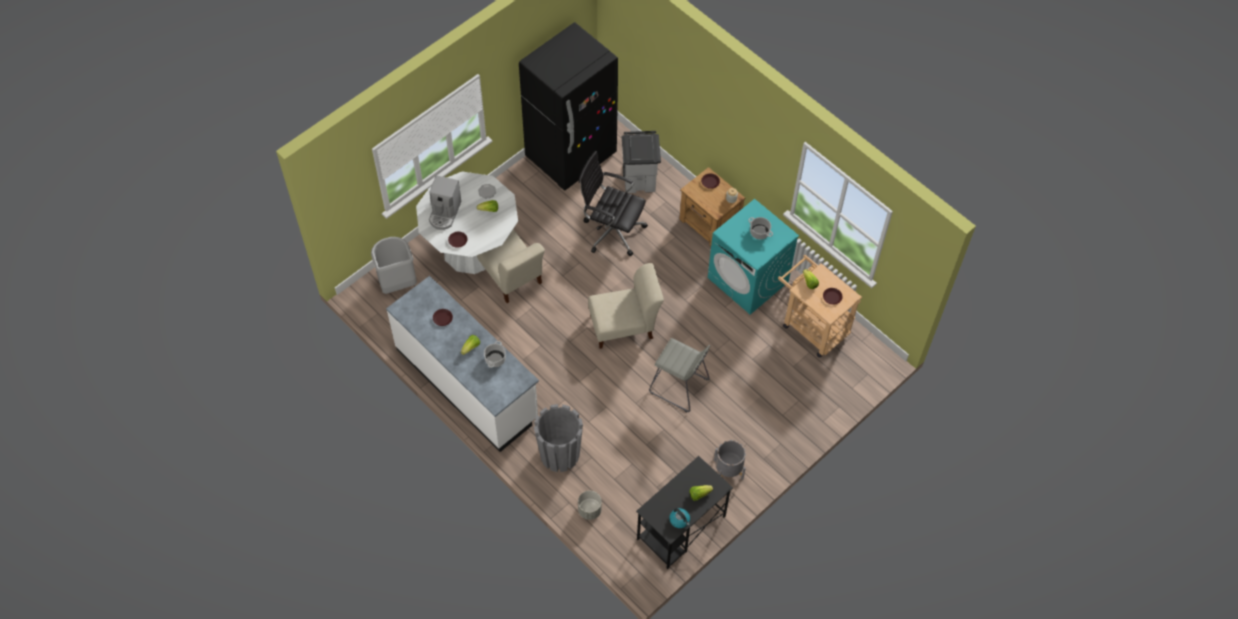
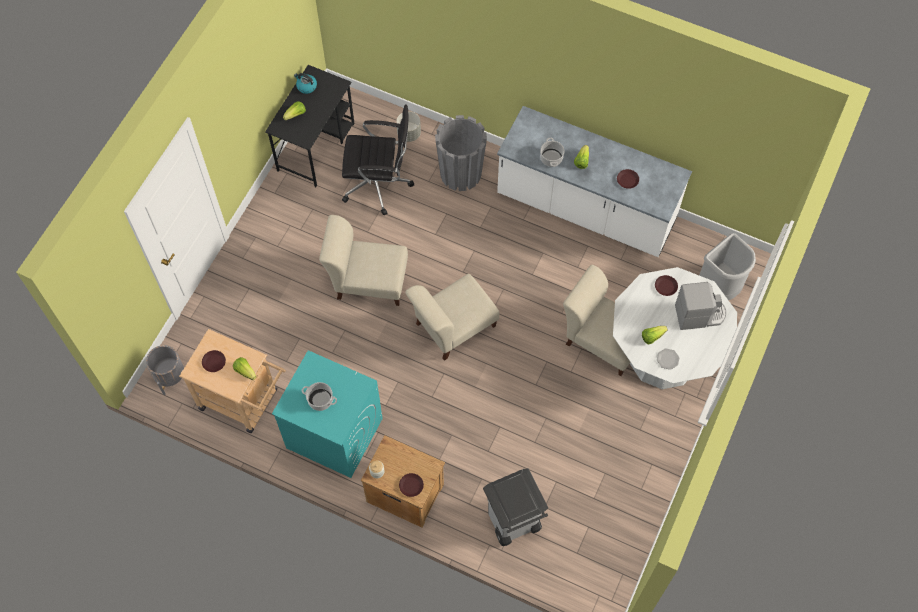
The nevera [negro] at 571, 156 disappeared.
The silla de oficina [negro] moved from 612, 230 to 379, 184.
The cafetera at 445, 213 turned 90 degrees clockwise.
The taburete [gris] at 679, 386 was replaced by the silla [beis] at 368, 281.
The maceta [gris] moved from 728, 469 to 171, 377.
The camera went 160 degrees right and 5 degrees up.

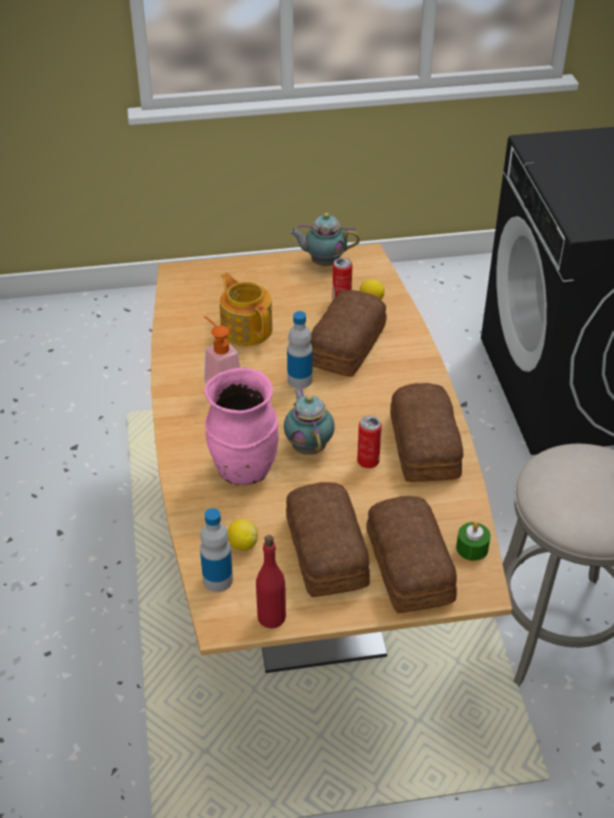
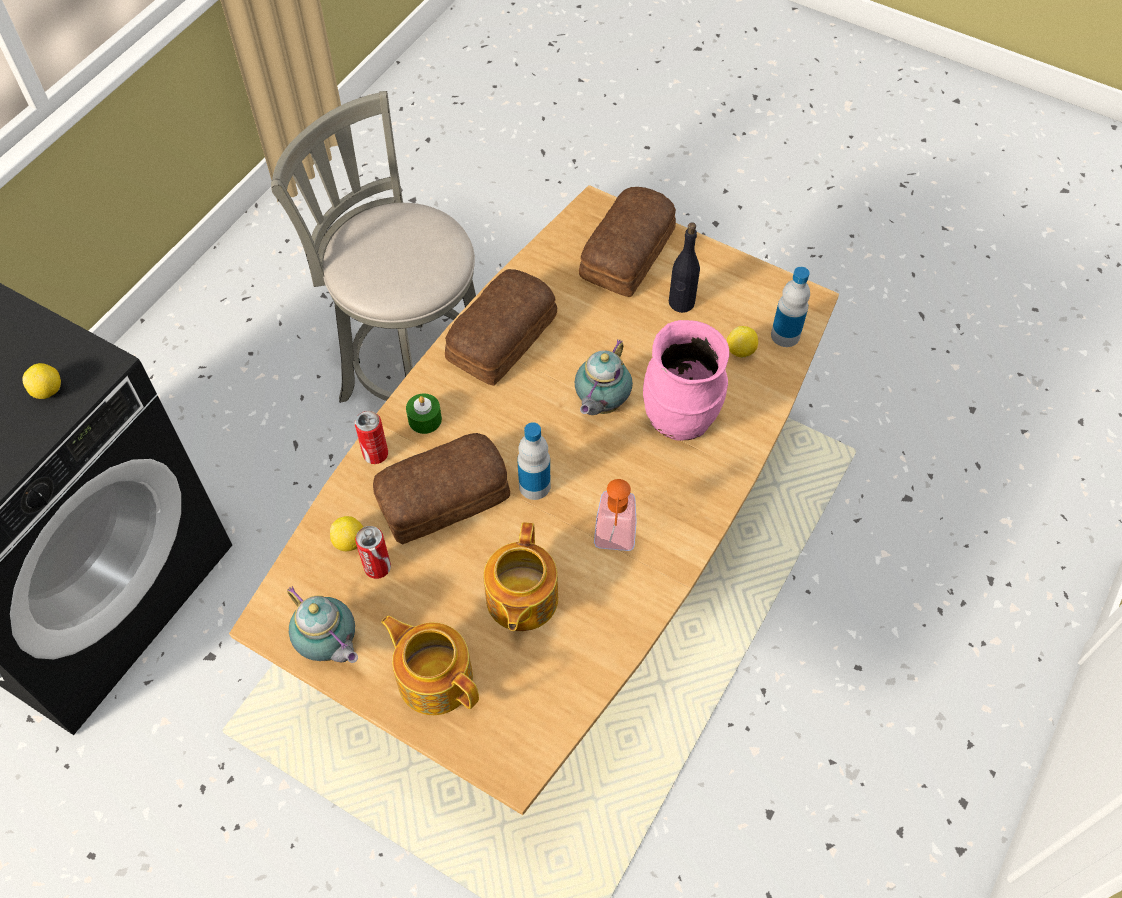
The lata moved from 368, 461 to 375, 454.
The pan at 325, 553 was replaced by the botella [negro] at 681, 303.
The vela [verde] moved from 472, 548 to 425, 419.
The botella [rojo] at 271, 616 disappeared.
The limón at 48, 391 appeared.
The tetera at 434, 677 appeared.
The camera went 140 degrees left and 15 degrees up.

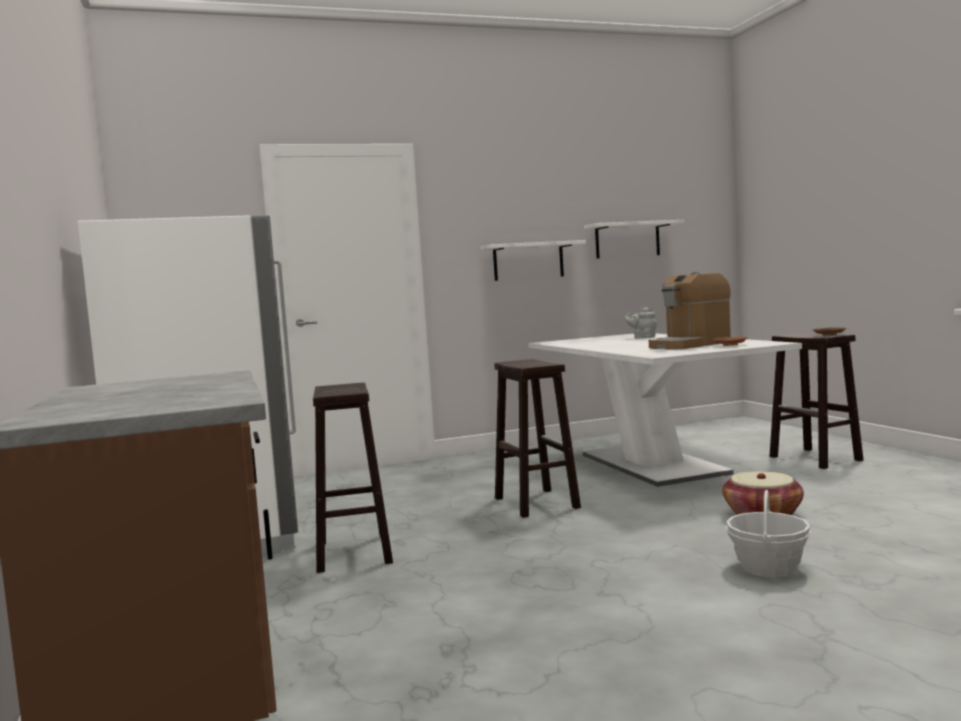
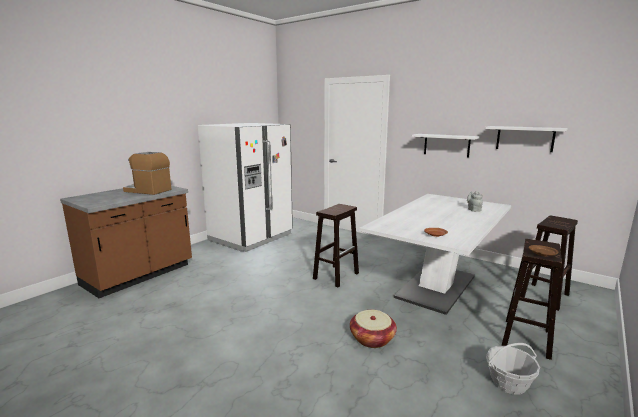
The cafetera moved from 689, 345 to 147, 190.
The taburete [marrón] moved from 354, 553 to 544, 296.
The cesta moved from 768, 567 to 508, 383.
The camera went 55 degrees right and 10 degrees up.

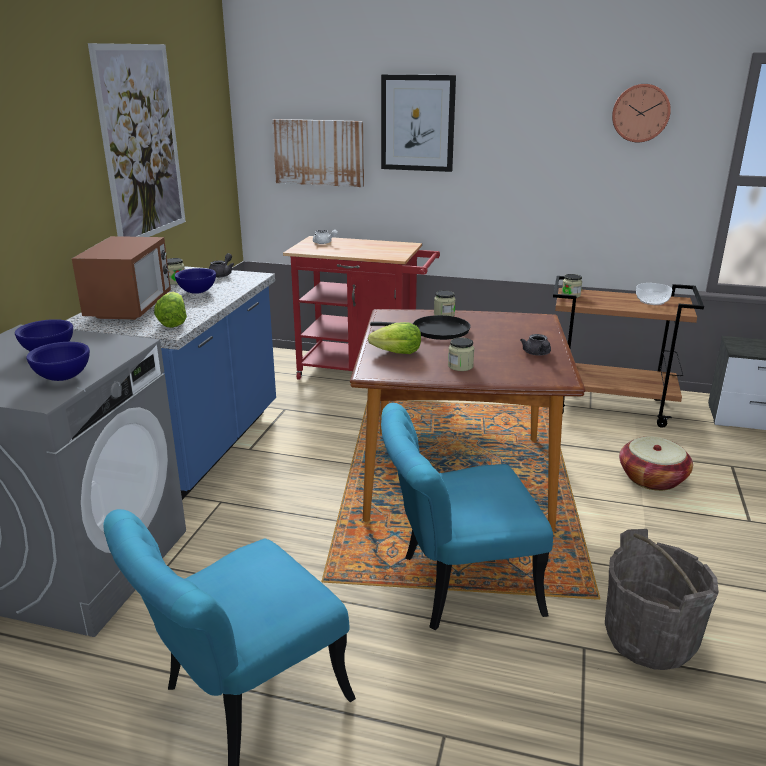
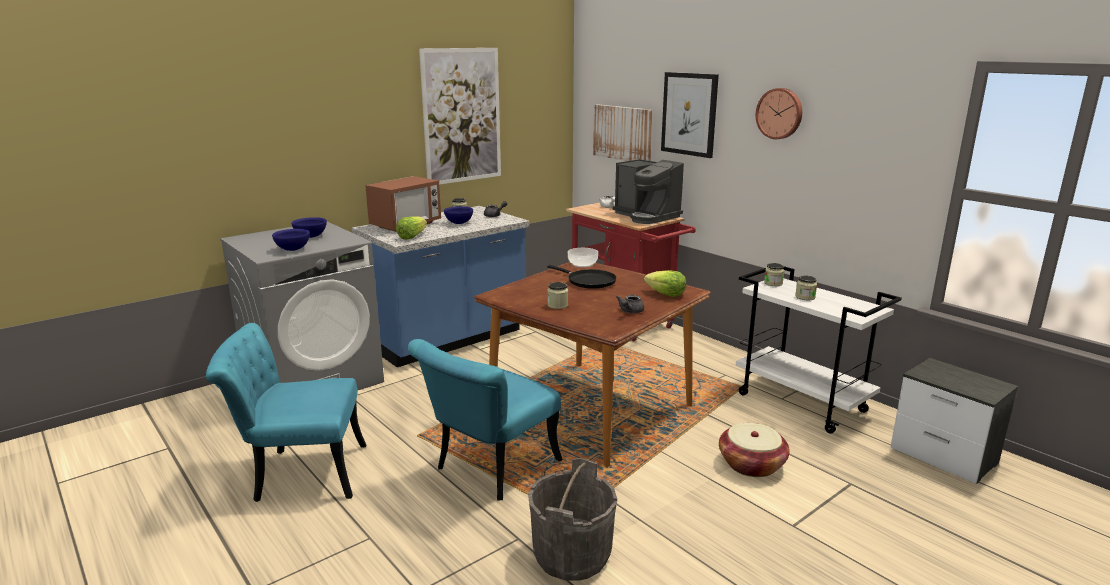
The reloj de pared moved from 640, 113 to 780, 113.
The carrito [marrón] at 609, 406 became the carrito [blanco] at 803, 403.
The cuenco moved from 652, 301 to 582, 264.
The tarro moved from 444, 314 to 805, 297.
The lechuga moved from 397, 352 to 666, 294.
The silla [turquesa] at 455, 586 turned 75 degrees counterclockwise.
The cafetera at 646, 216 appeared.
The camera went 35 degrees right and 5 degrees down.

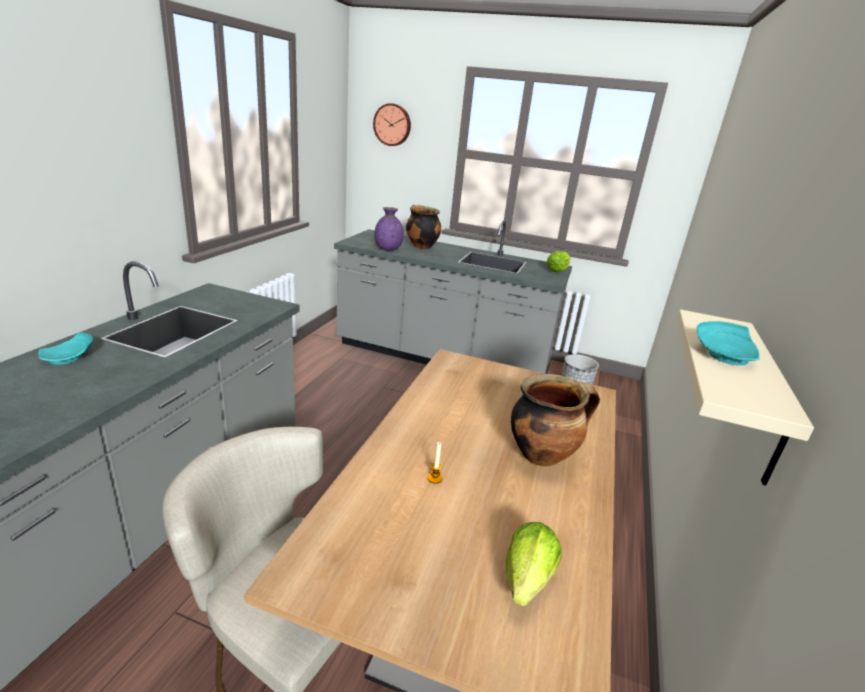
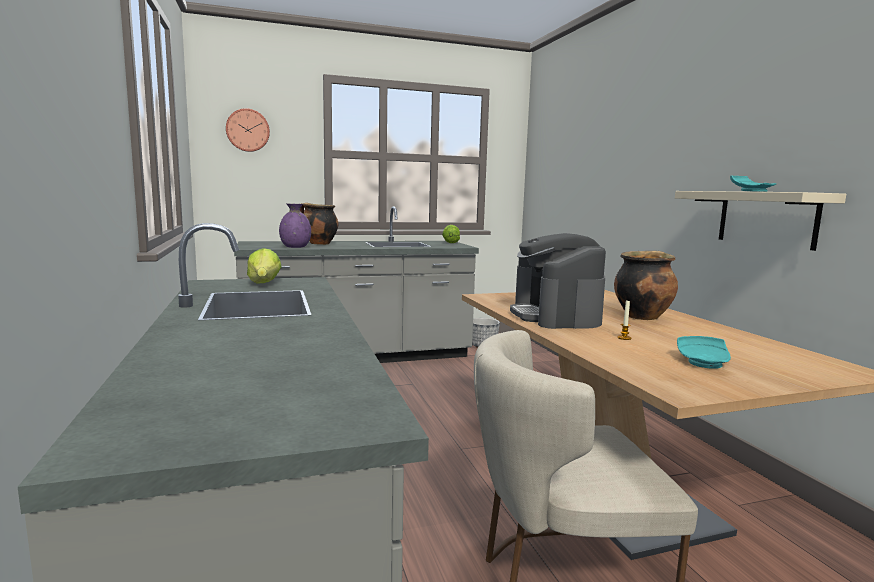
The plato [turquesa] moved from 70, 358 to 704, 362.
The lechuga moved from 527, 579 to 264, 284.
The cafetera at 555, 316 appeared.
The camera went 35 degrees left and 15 degrees down.

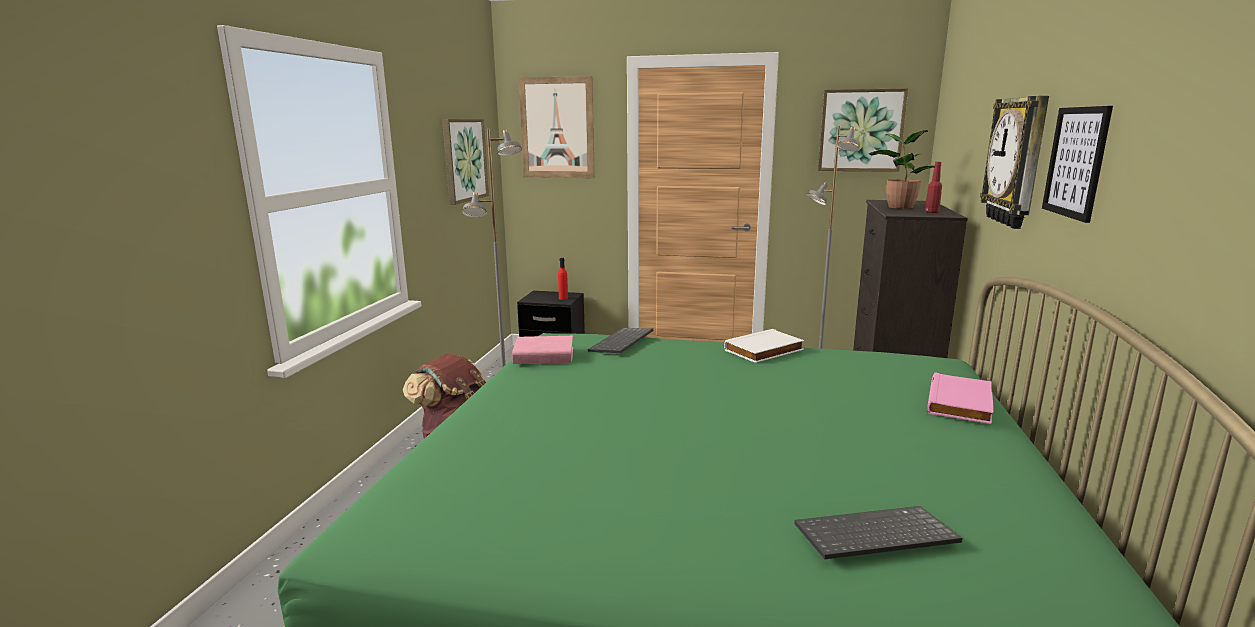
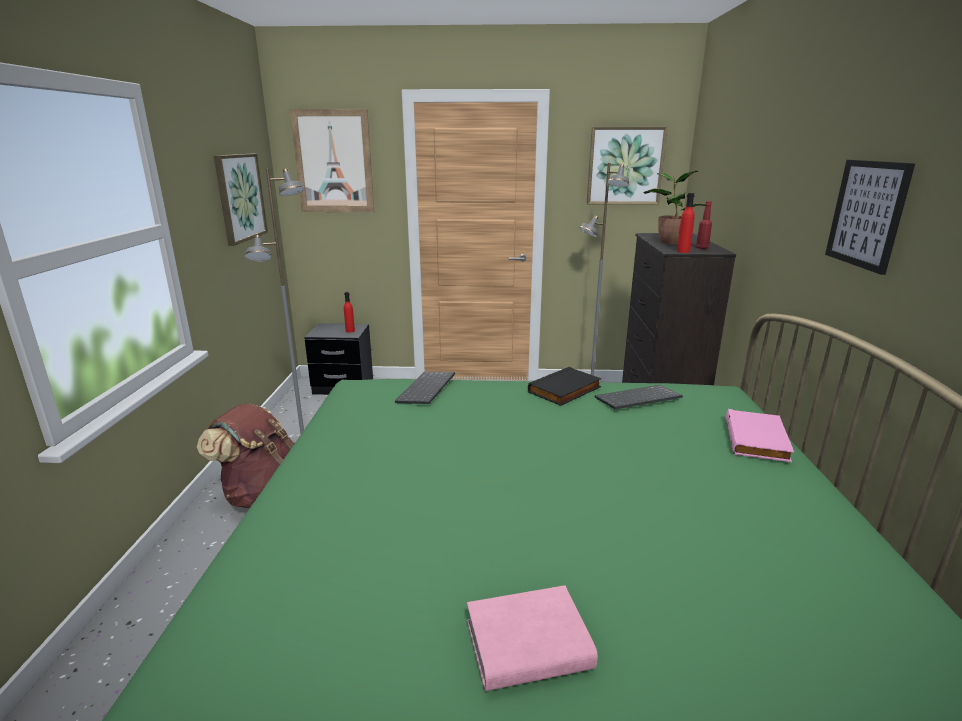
The reloj de pared at 1017, 161 disappeared.
The libro [blanco] at 764, 350 became the libro [negro] at 565, 390.
The libro [rosa] moved from 544, 356 to 528, 645.
The teclado moved from 874, 537 to 638, 400.
The botella [rojo] at 683, 251 appeared.
The camera went 10 degrees left and 5 degrees up.

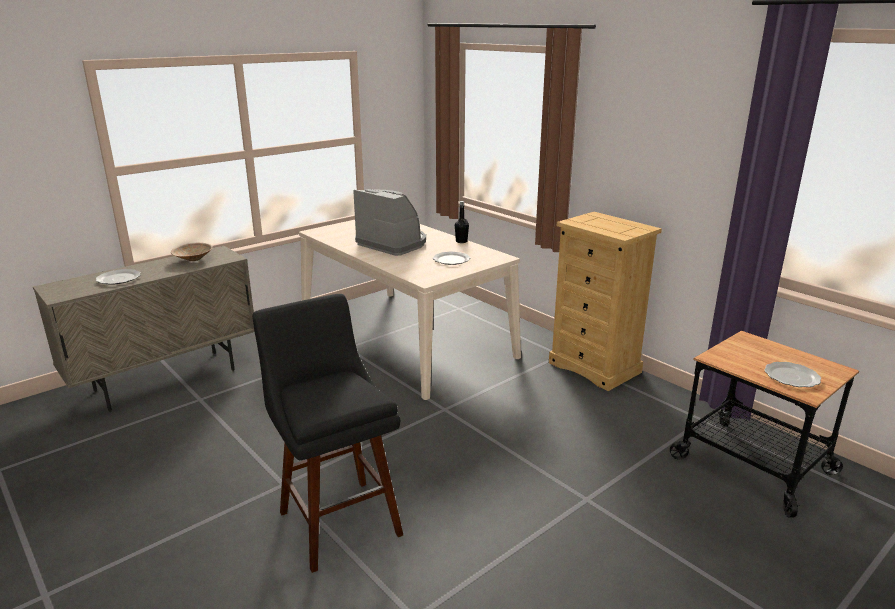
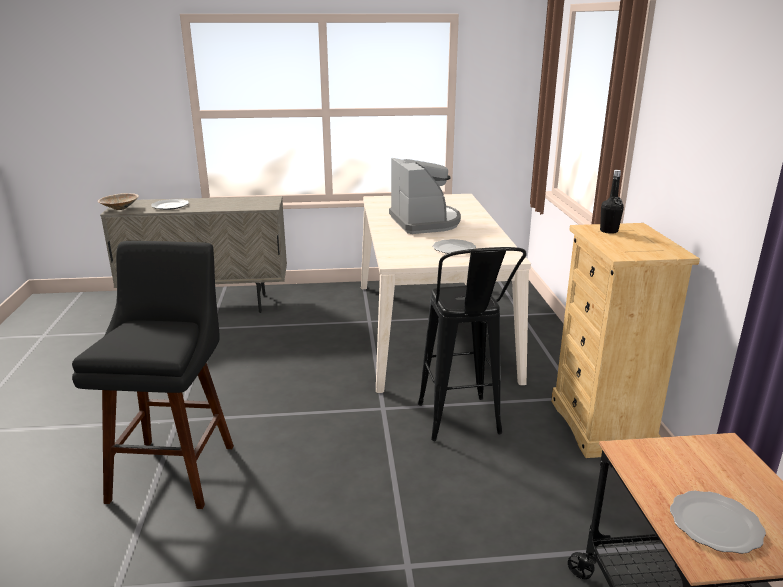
The botella [negro] moved from 461, 241 to 608, 231.
The cuenco [beis] moved from 193, 260 to 119, 209.
The taburete [negro] at 462, 427 appeared.
The camera went 35 degrees right and 0 degrees up.

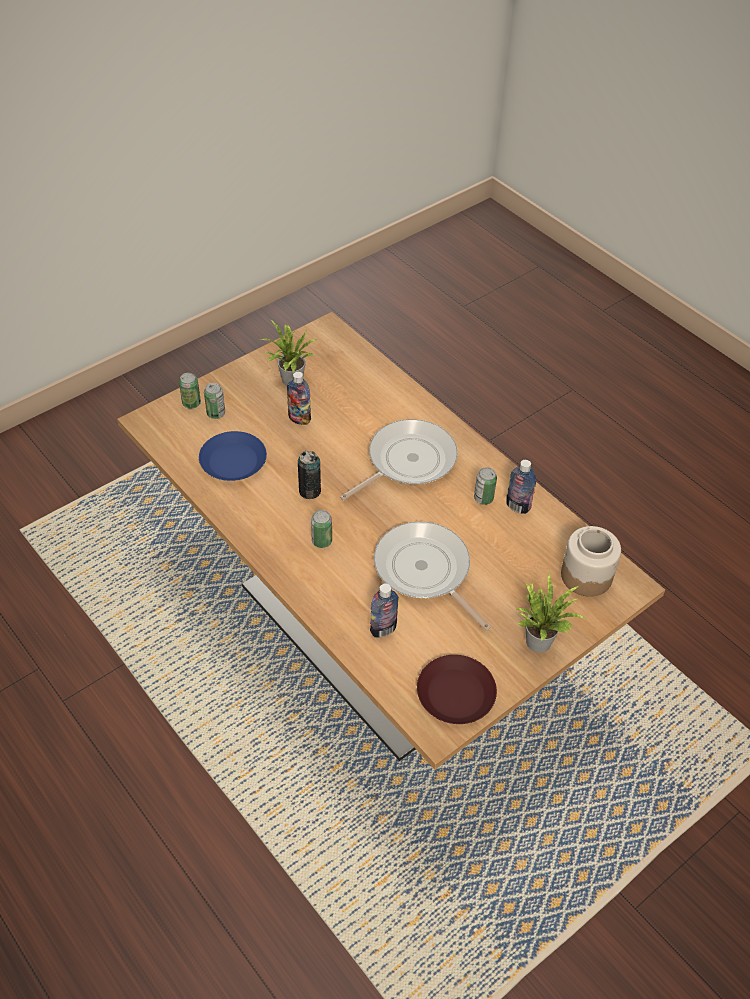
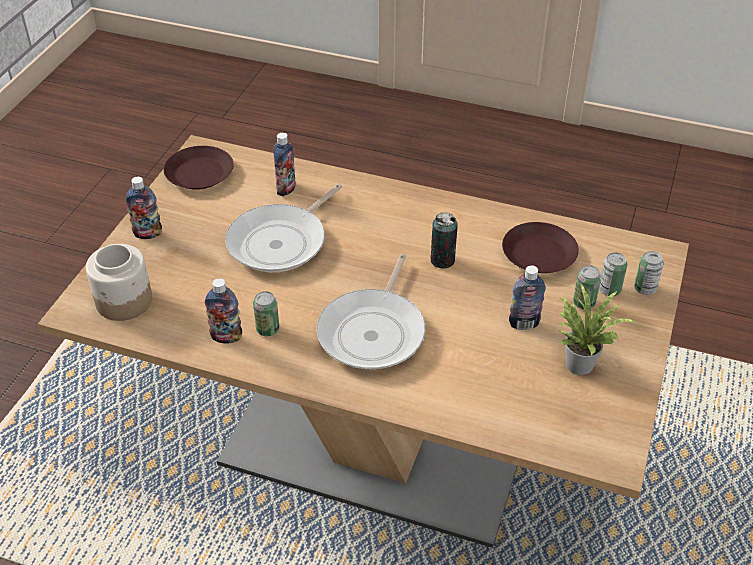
The plato [azul] at 232, 461 became the plato [marrón] at 539, 254.
The lata moved from 322, 541 to 584, 303.
The sartén at 425, 571 turned 105 degrees clockwise.
The planta en maceta at 539, 639 was replaced by the botella at 148, 234.
The camera went 150 degrees right and 5 degrees down.

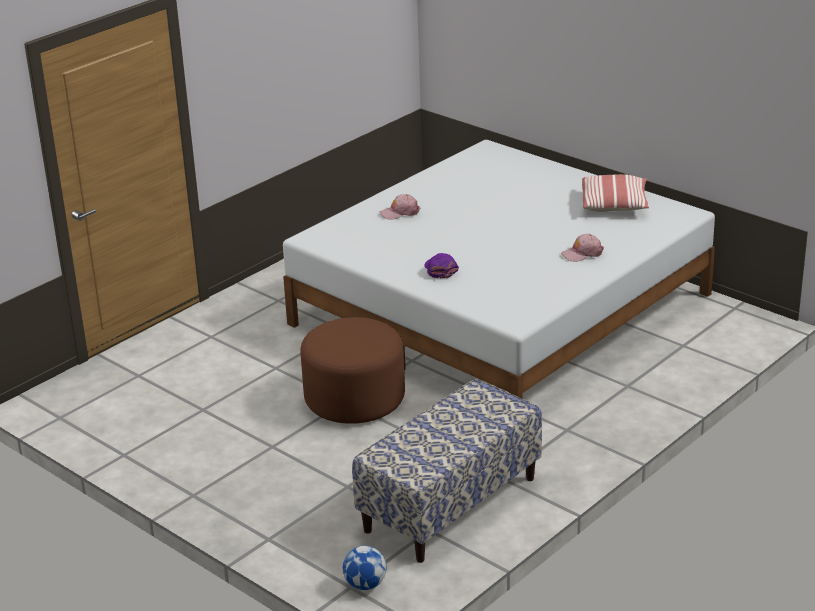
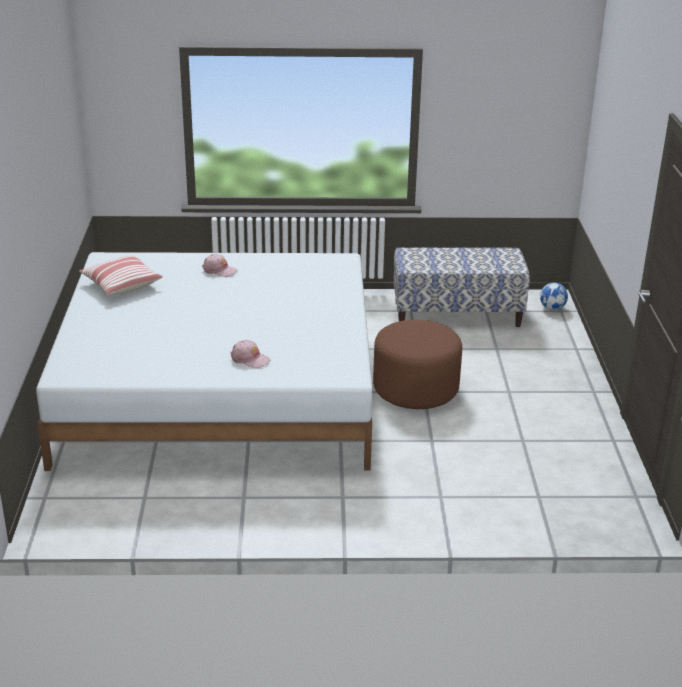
The gorra [morado] at 440, 269 disappeared.
The camera went 135 degrees left and 0 degrees up.

